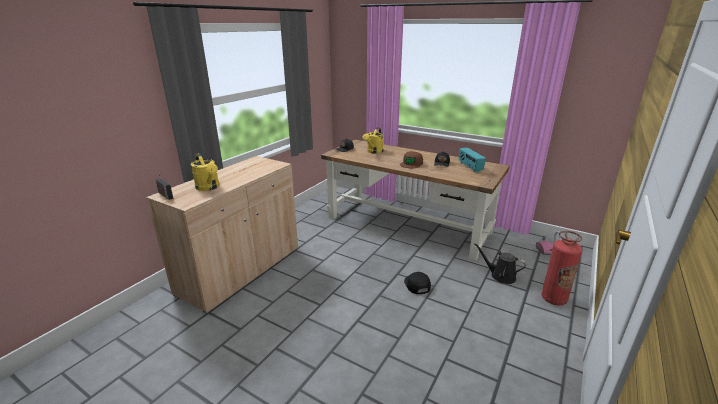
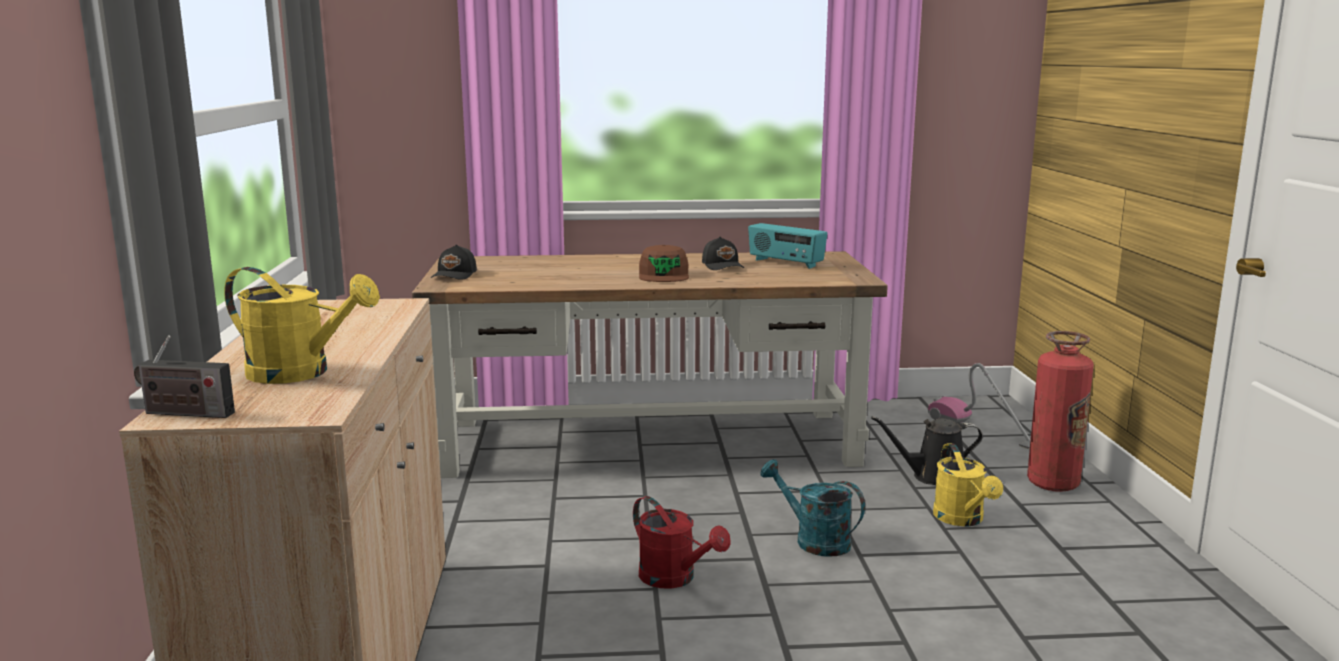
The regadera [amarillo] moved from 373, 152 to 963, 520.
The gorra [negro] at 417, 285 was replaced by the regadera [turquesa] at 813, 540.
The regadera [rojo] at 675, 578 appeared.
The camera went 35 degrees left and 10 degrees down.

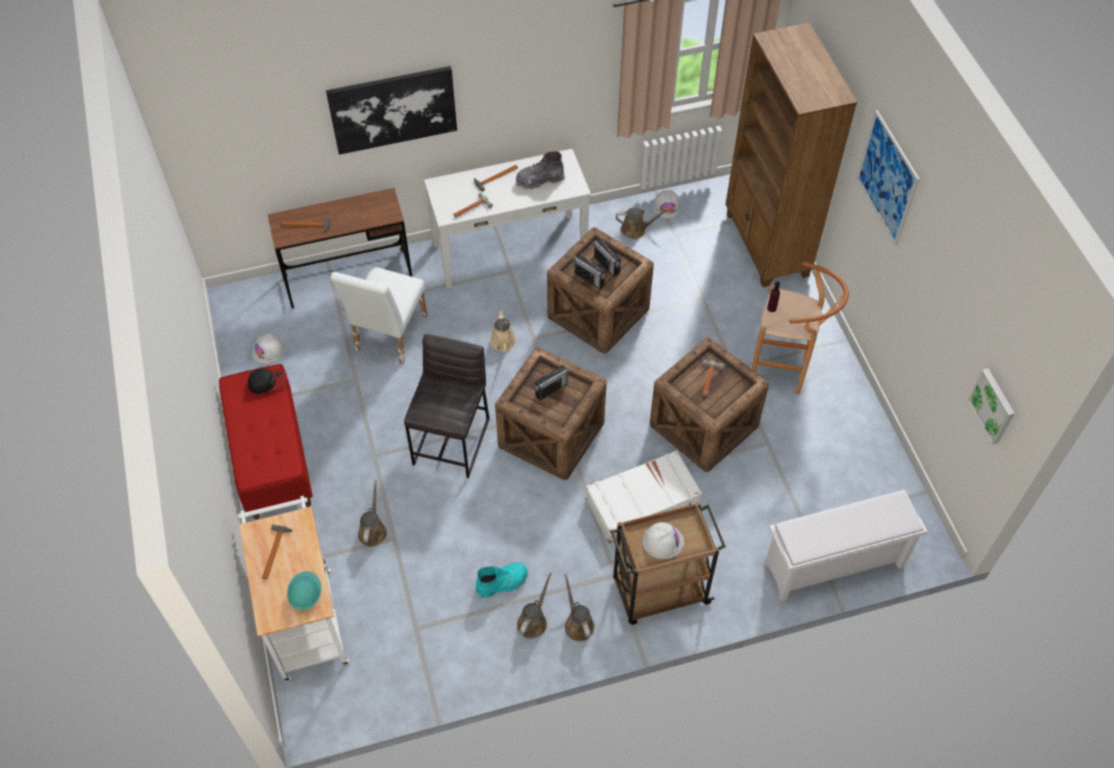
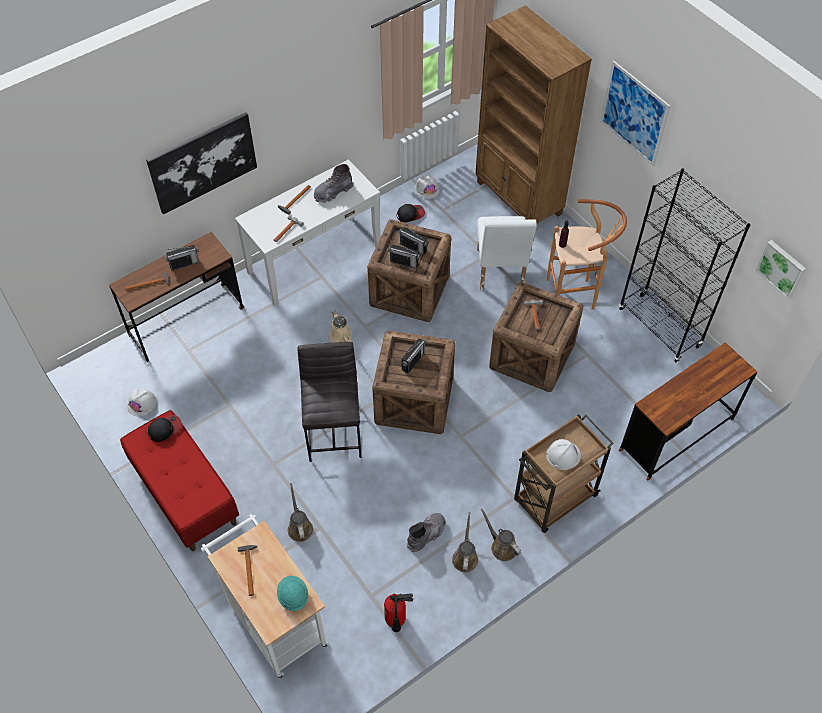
The regadera [marrón] at 636, 229 was replaced by the gorra at 410, 214.
The silla [blanco] moved from 388, 337 to 499, 273.
The maleta [blanco] at 641, 502 disappeared.
The zapatero [blanco] at 832, 566 was replaced by the escritorio [marrón] at 676, 435.
The bota [turquesa] at 502, 583 became the bota [gris] at 426, 534.
The estantería [negro] at 659, 328 appeared.
The radio at 184, 264 appeared.
The extintor at 396, 622 appeared.
The camera went 20 degrees left and 0 degrees up.

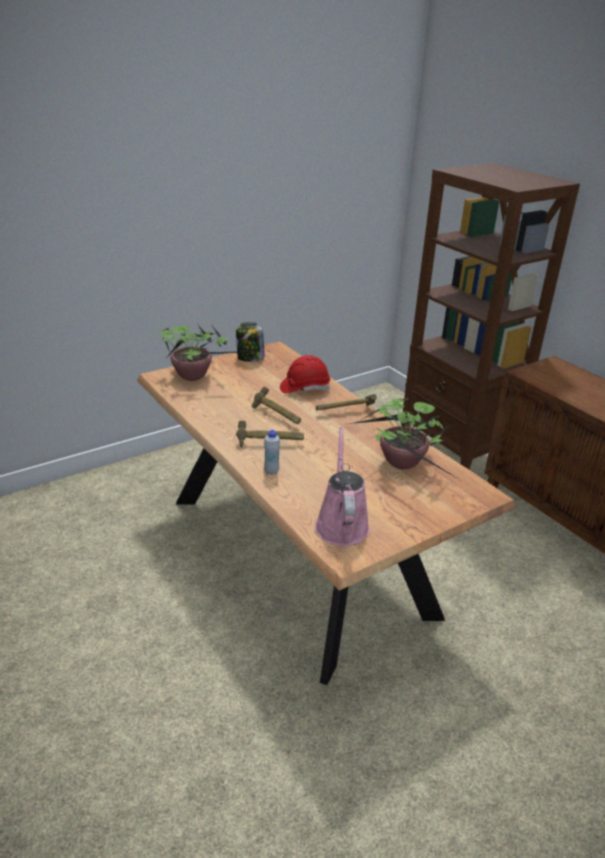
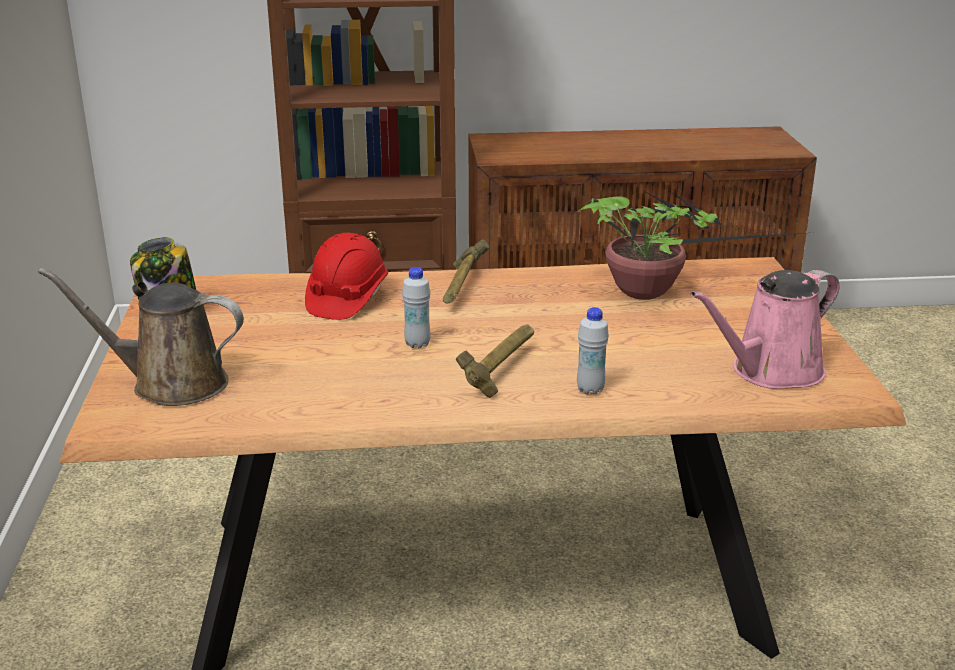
The planta en maceta at 195, 377 was replaced by the regadera [marrón] at 170, 384.
The martillo at 276, 416 was replaced by the botella [blanco] at 417, 344.
The regadera [rosa] at 341, 523 turned 60 degrees counterclockwise.
The camera went 60 degrees left and 5 degrees down.

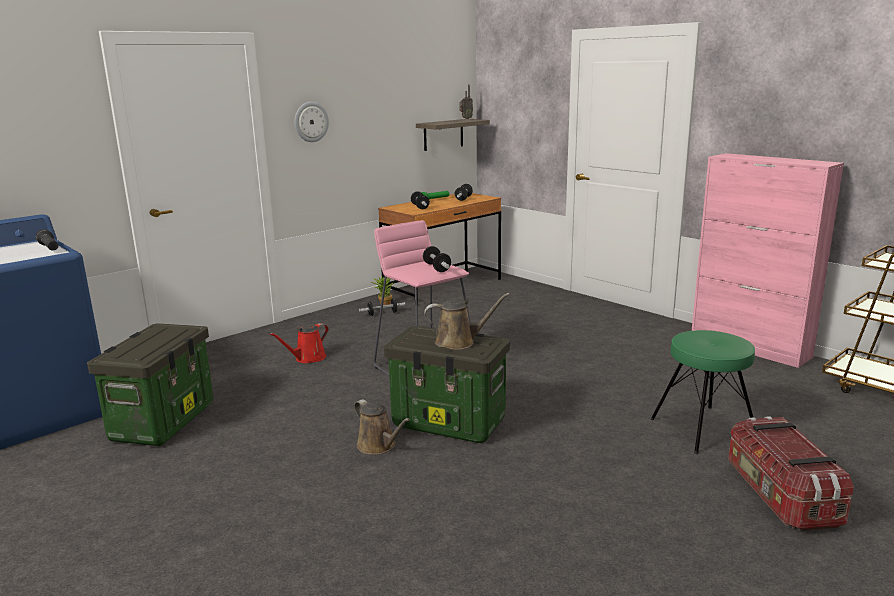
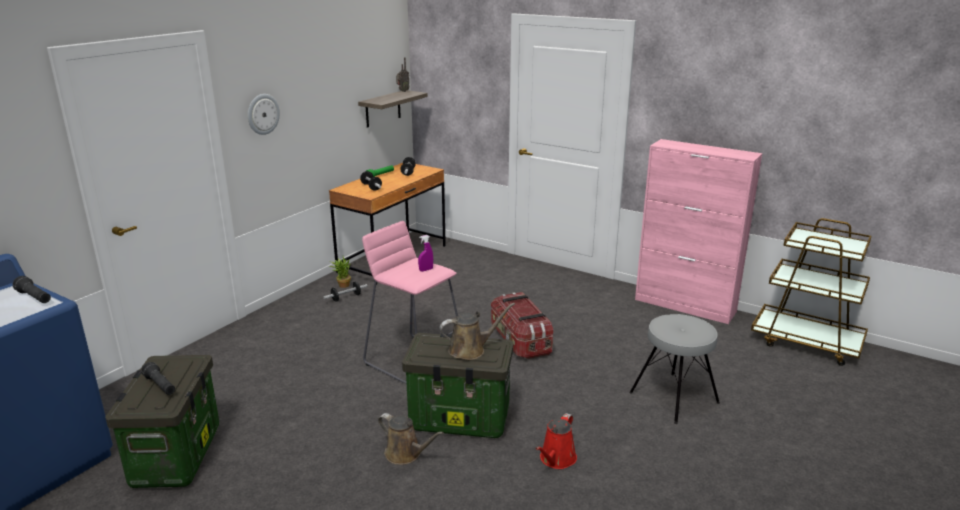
The mancuerna at 437, 268 was replaced by the pulverizador [morado] at 426, 270.
The regadera [rojo] moved from 308, 358 to 556, 459.
The taburete [verde] at 704, 429 became the taburete [gris] at 674, 397.
The caja de almacenaje moved from 780, 495 to 520, 340.
The linterna [negro] at 160, 386 appeared.
The camera went 15 degrees left and 5 degrees up.

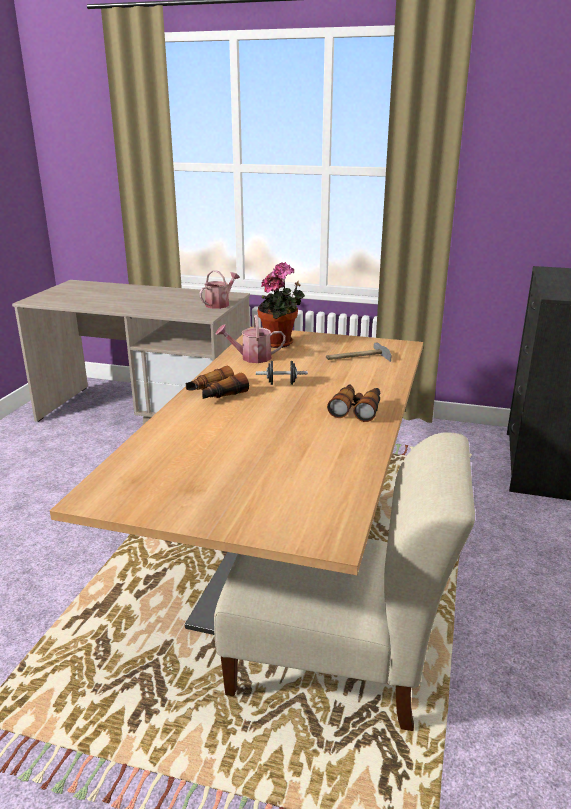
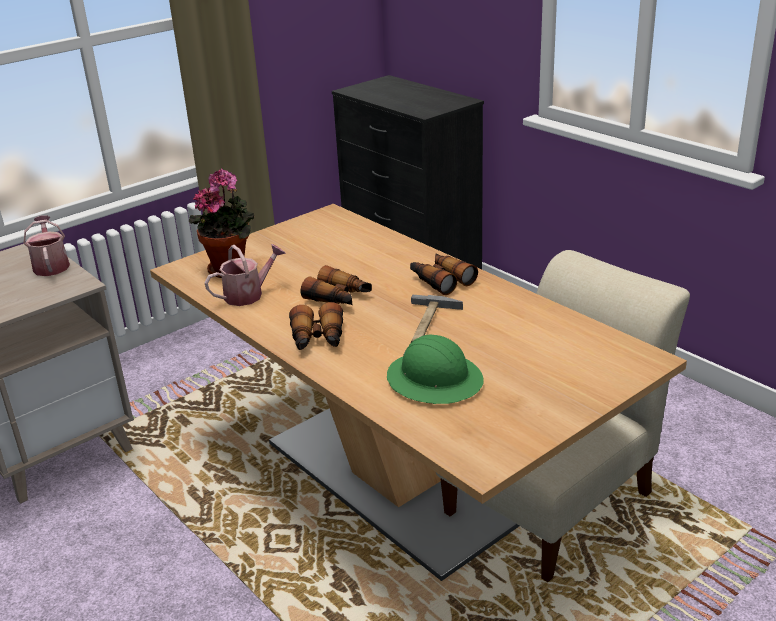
The regadera at 251, 358 turned 150 degrees counterclockwise.
The martillo moved from 357, 357 to 428, 324.
The mancuerna [negro] at 281, 383 was replaced by the prismáticos at 339, 298.
The casco [verde] at 435, 380 appeared.
The camera went 55 degrees left and 5 degrees up.

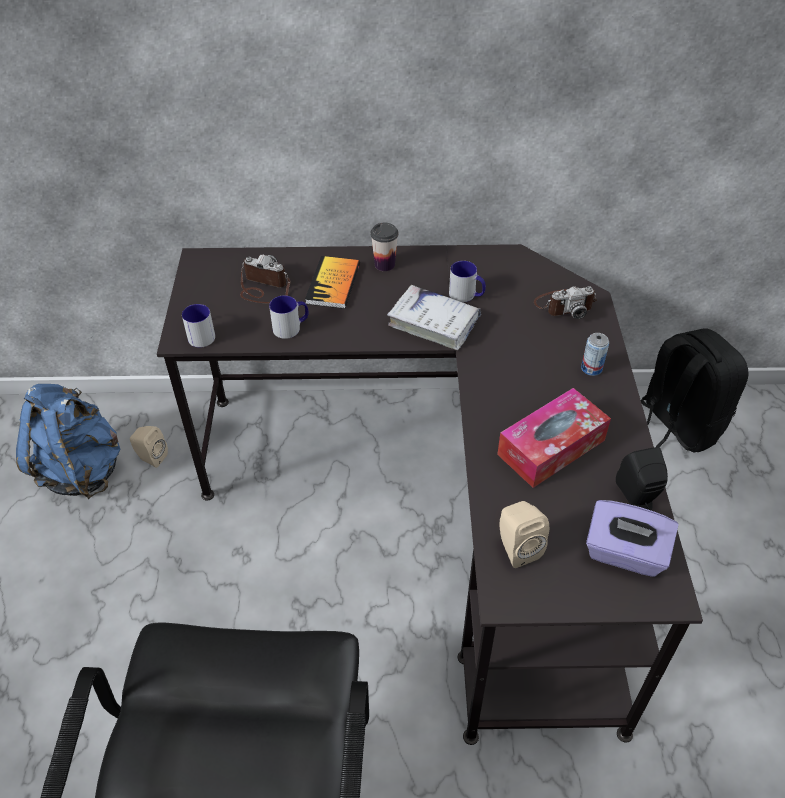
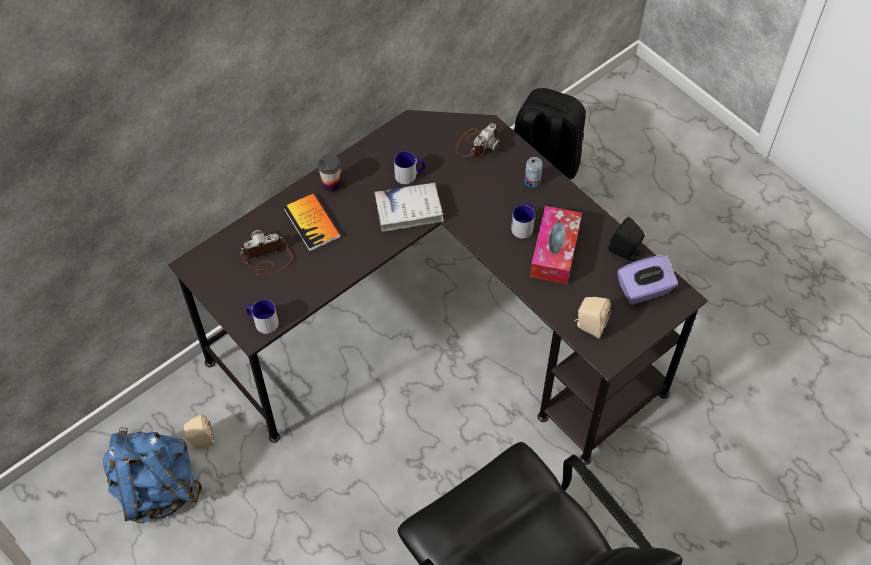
The taza grande moved from 291, 327 to 523, 226.
The camera went 40 degrees left and 10 degrees up.

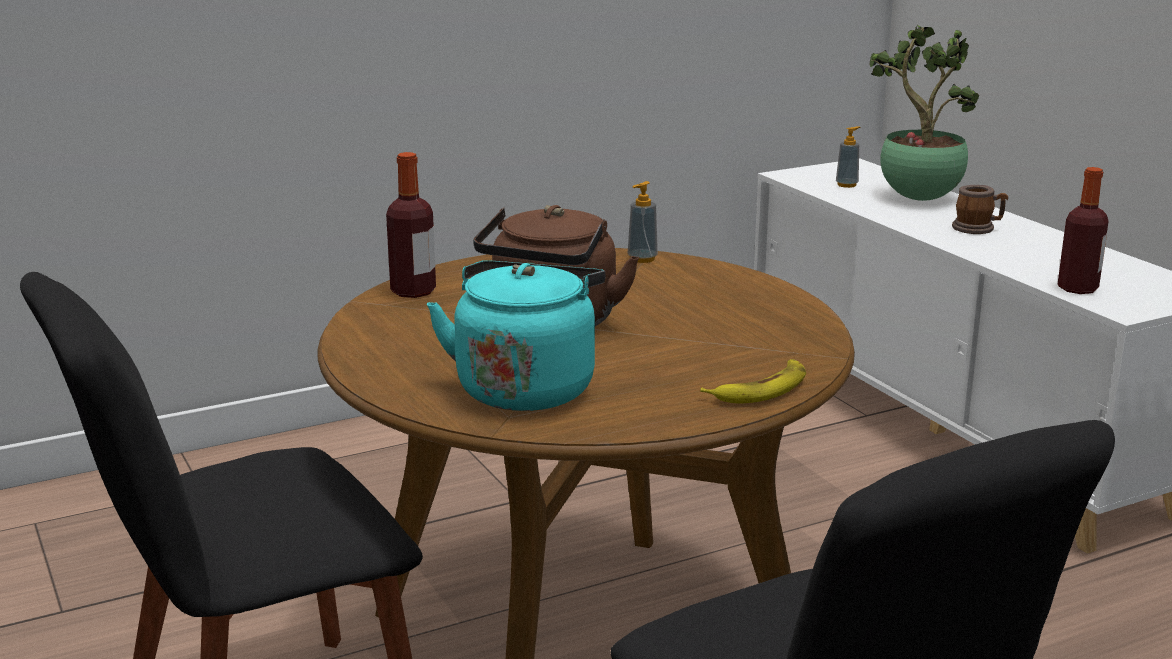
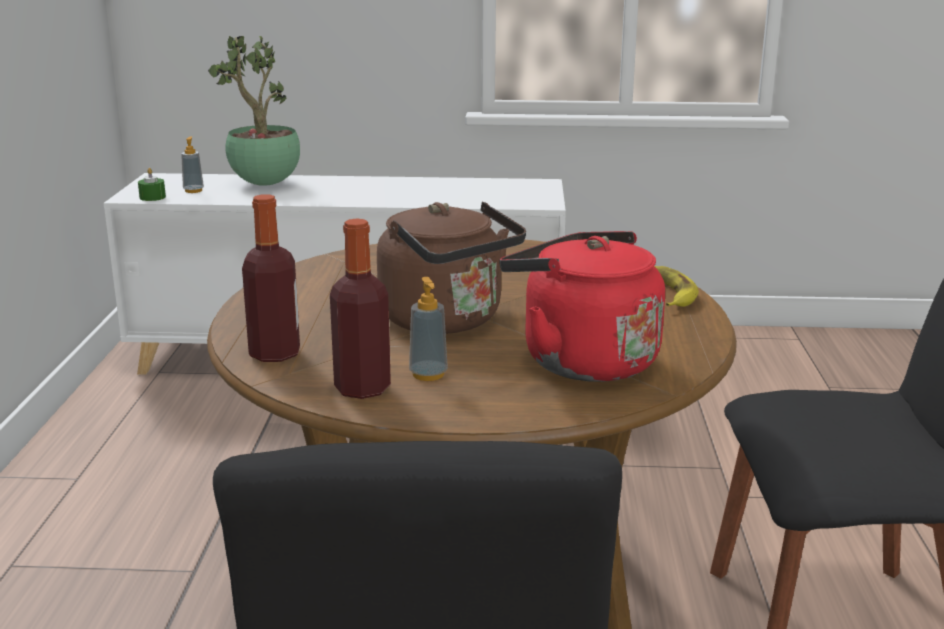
The botella moved from 1077, 288 to 362, 389.
The dispensador de jabón moved from 642, 259 to 428, 374.
The taza grande at 977, 228 disappeared.
The hervidor [turquesa] at 526, 387 became the hervidor [rojo] at 581, 360.
The vela [verde] at 152, 197 appeared.
The camera went 60 degrees left and 0 degrees up.

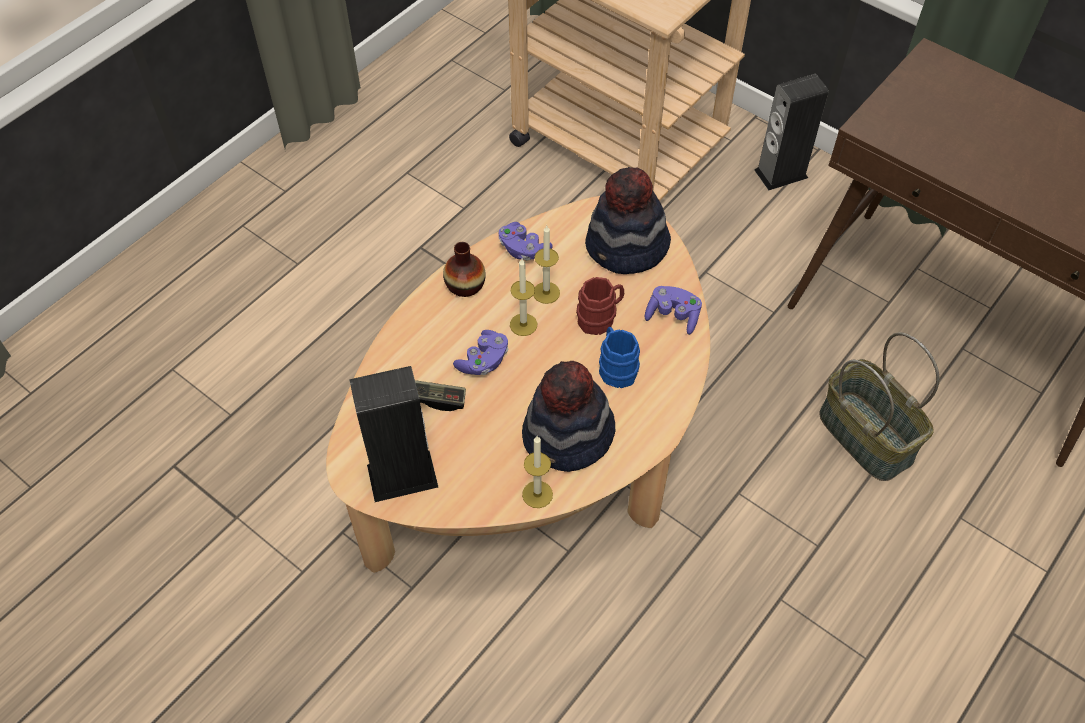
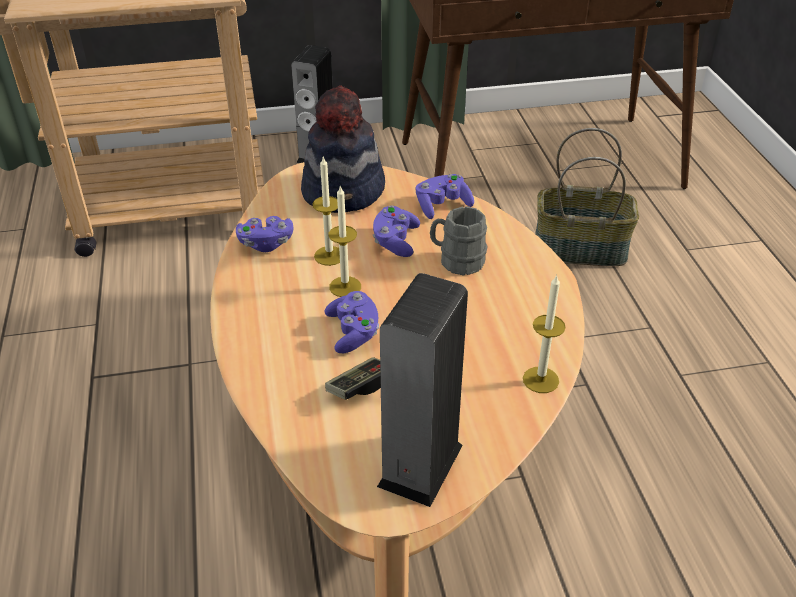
The florero at 465, 285 disappeared.
The taza grande [rojo] at 600, 318 was replaced by the mando de consola [morado] at 395, 241.
The taza grande [azul] at 616, 367 became the taza grande [gris] at 456, 261.
The sombrero at 568, 437 disappeared.
The camera went 50 degrees left and 15 degrees down.

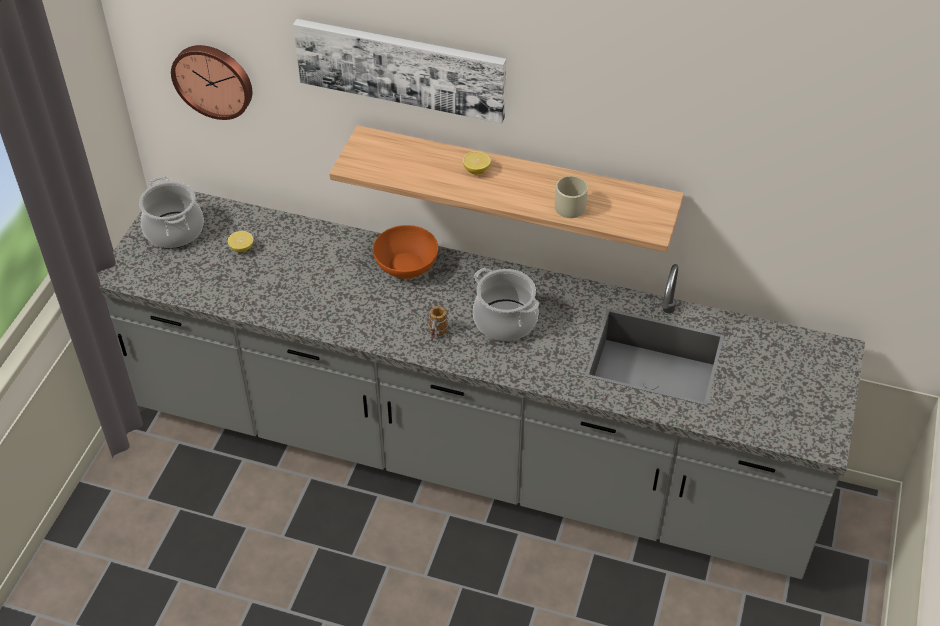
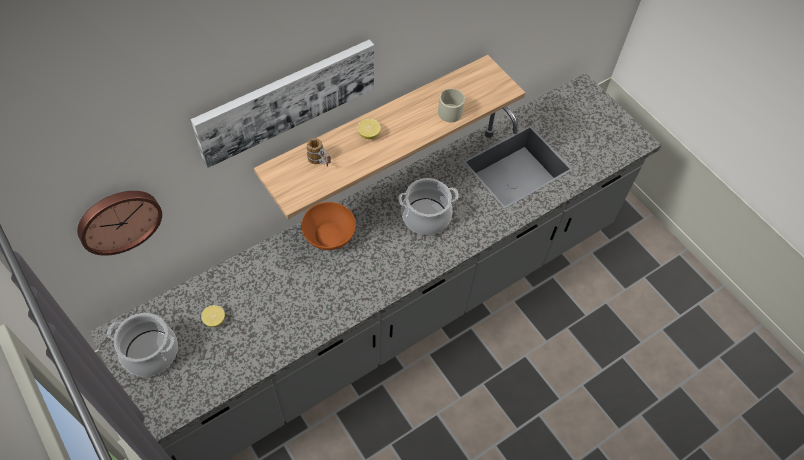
The taza grande moved from 436, 336 to 320, 163.
The camera went 55 degrees left and 10 degrees up.

